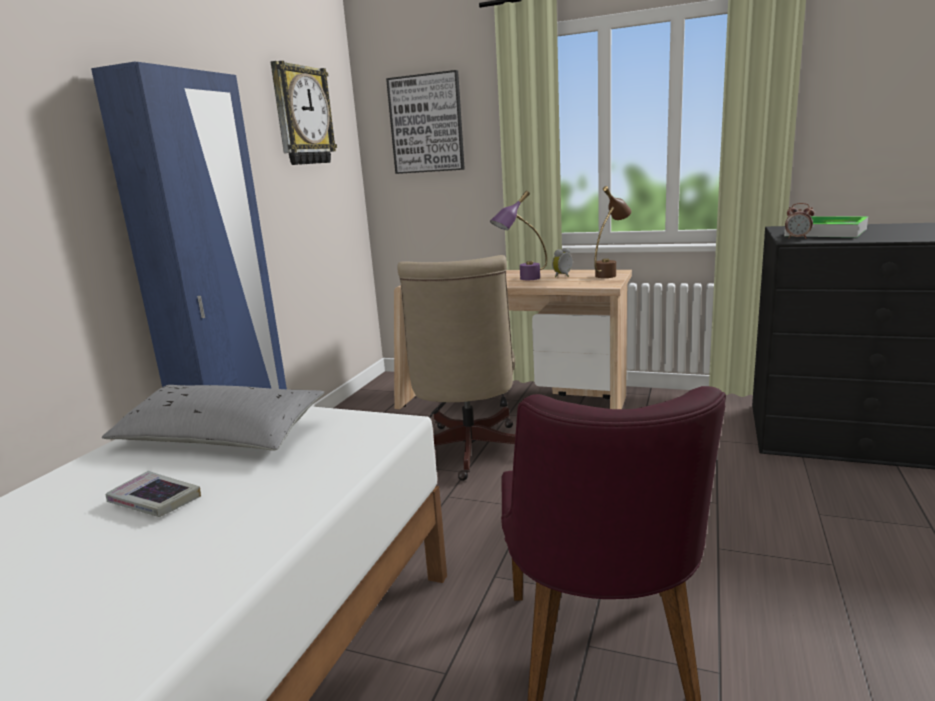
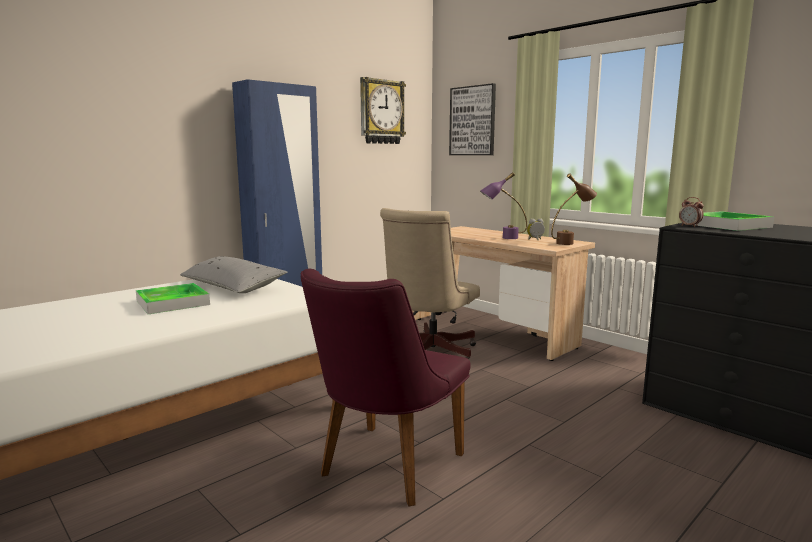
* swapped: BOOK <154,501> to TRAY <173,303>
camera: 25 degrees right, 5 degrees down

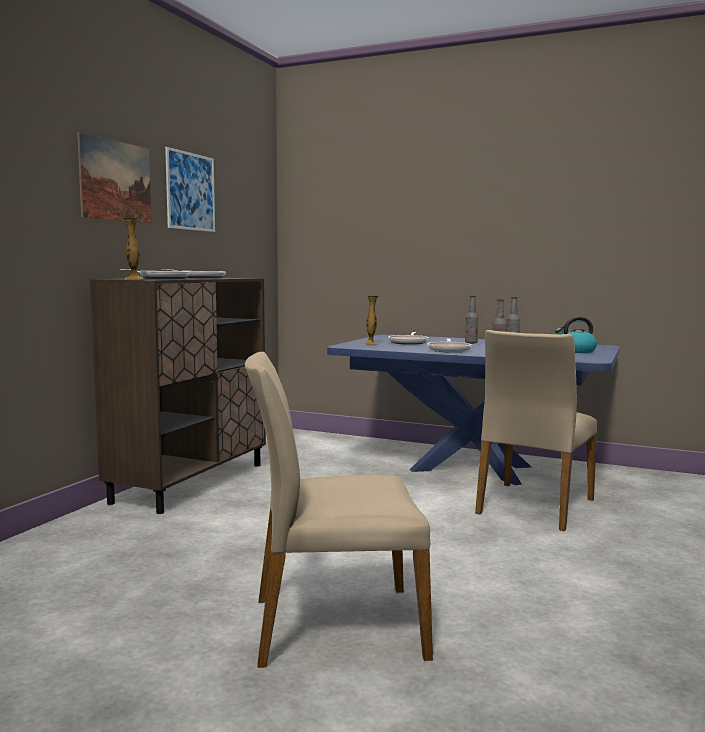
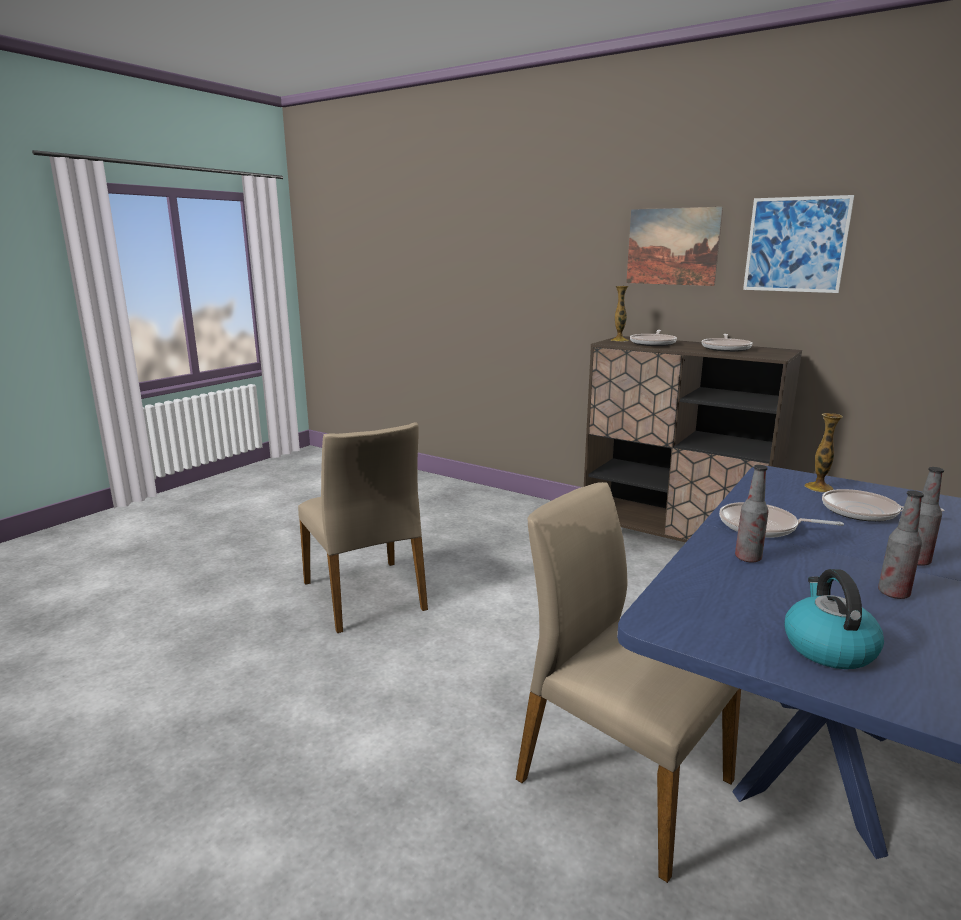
* rotated: BEIGE CHAIR <335,625> = <366,596> 150 degrees clockwise
camera: 100 degrees right, 10 degrees up

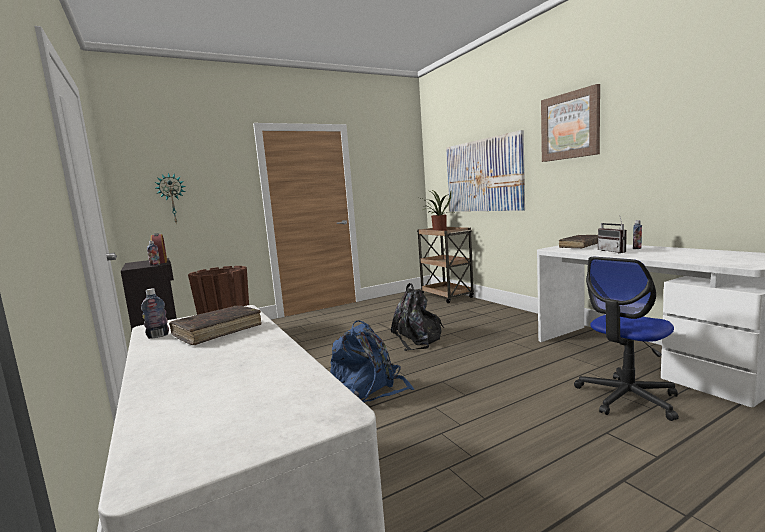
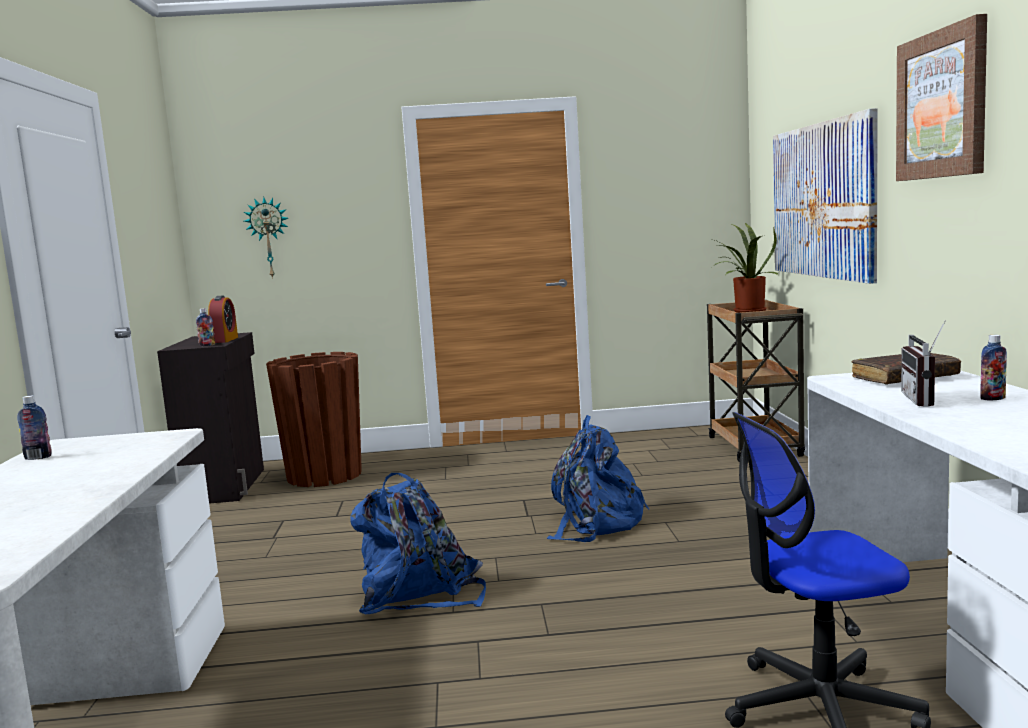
* gone: BROWN BOOK <218,331>
* repainted: BLACK BACKPACK <417,339> to BLUE BACKPACK <595,523>
camera: 25 degrees right, 0 degrees up

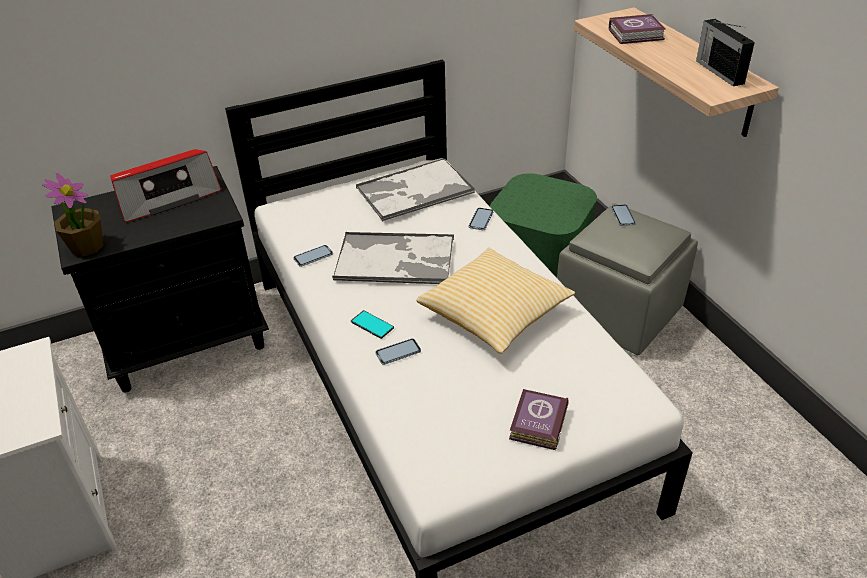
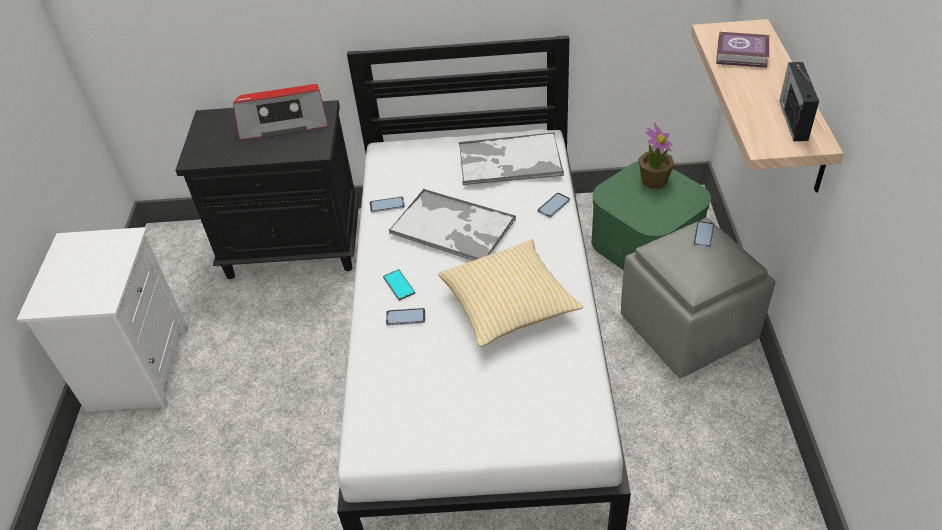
* shifted: POTTED PLANT <87,246> to <653,181>
* gone: BOOK <537,424>
camera: 25 degrees right, 5 degrees up

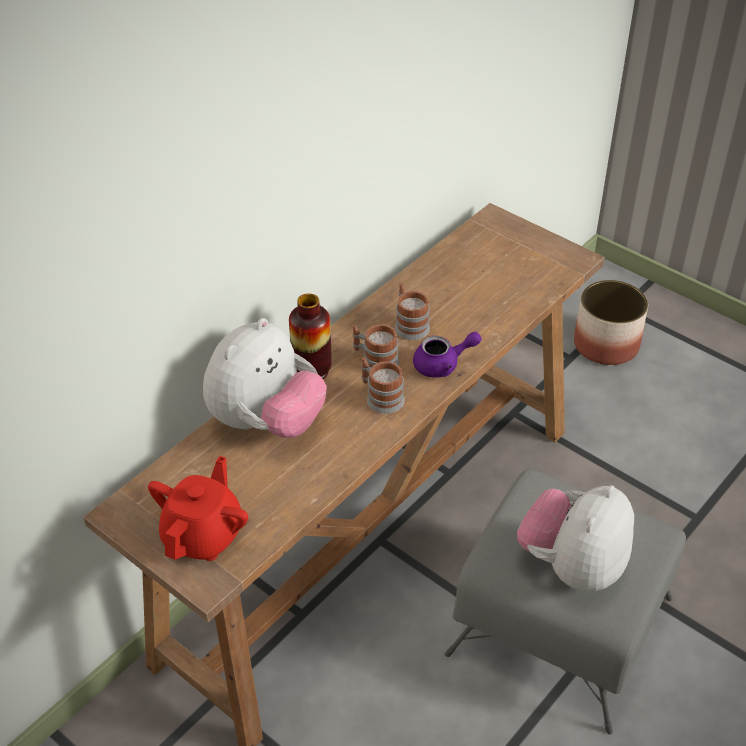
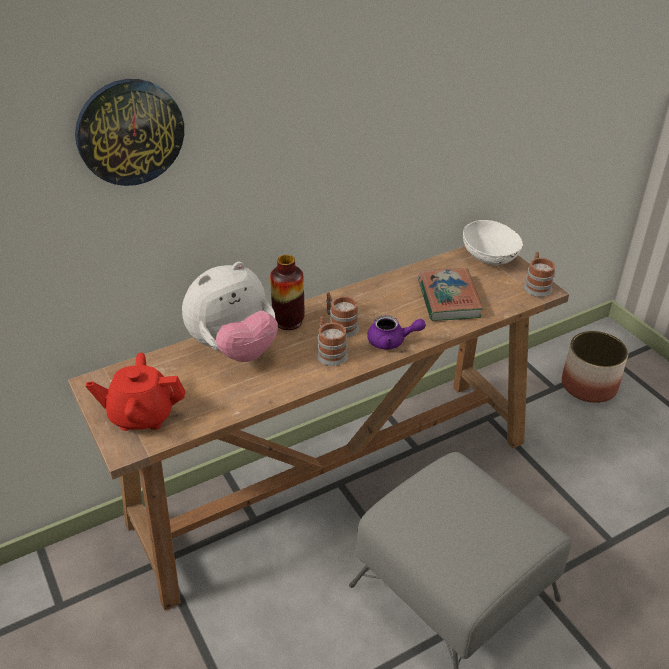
* rotated: RED TEAPOT <203,535> = <142,415> 135 degrees counterclockwise
* shifted: MUG <409,324> to <536,286>
* gone: PLUSH TOY <572,565>
* new: WALL CLOCK <130,132>
* new: BOOK <448,299>
* new: WHITE BOWL <490,257>
camera: 20 degrees right, 5 degrees down

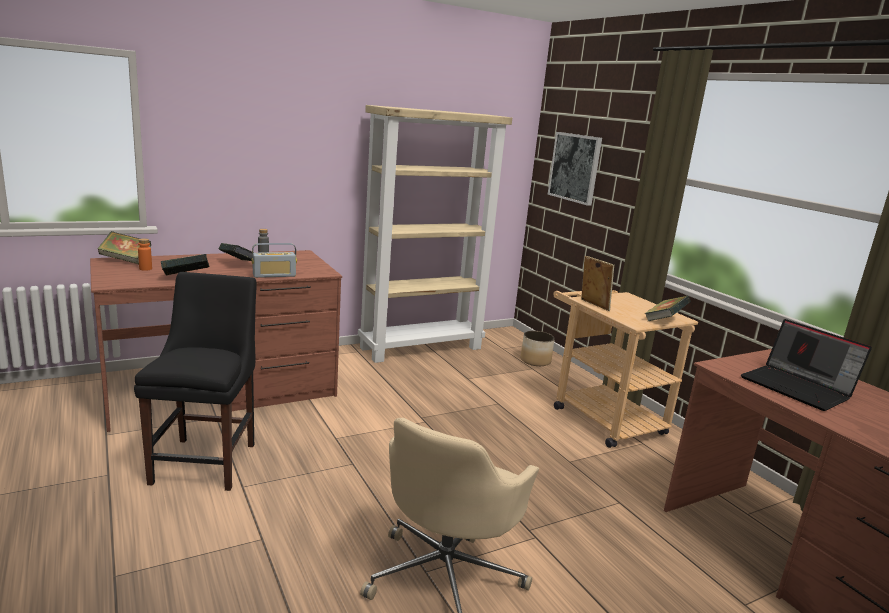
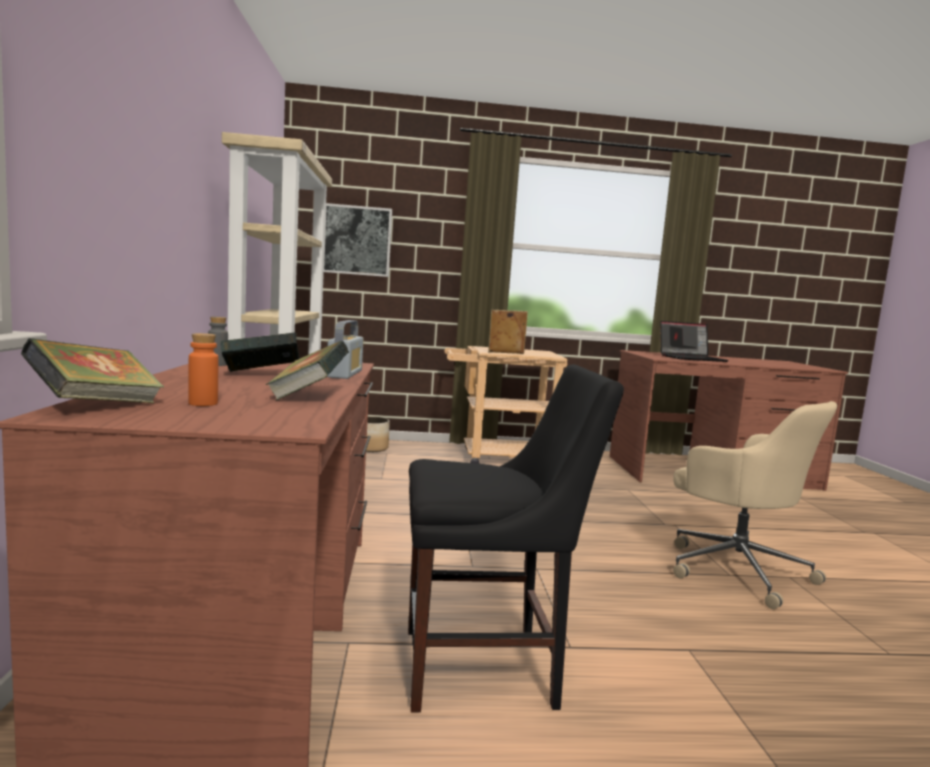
* rotated: BLACK CHAIR <207,460> = <487,667> 150 degrees clockwise
* gone: BOOK <664,321>
camera: 65 degrees left, 10 degrees down

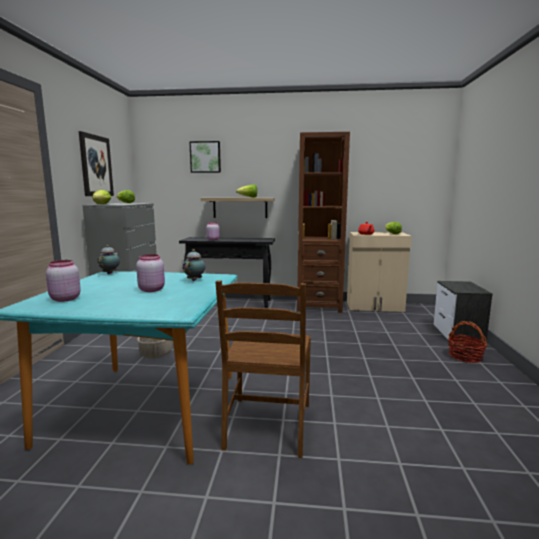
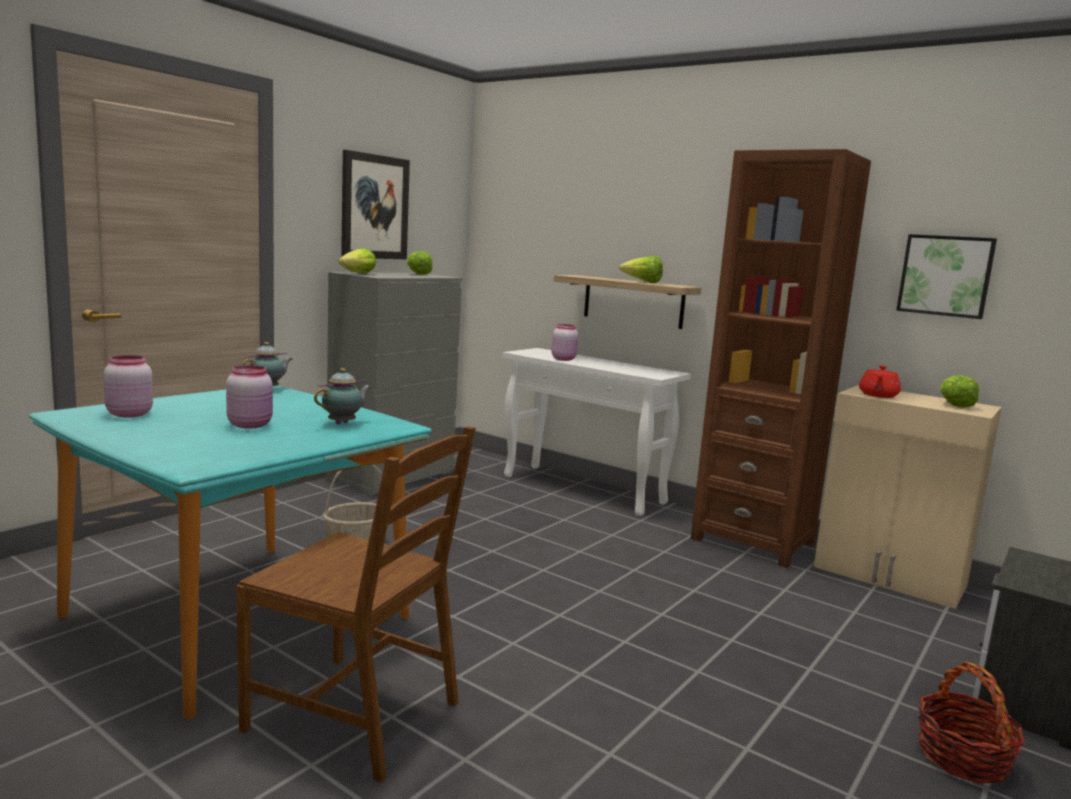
* repainted: BLACK CONSOLE TABLE <230,302> to WHITE CONSOLE TABLE <584,489>
* shifted: PICTURE <205,157> to <945,275>
* rotated: BROWN CHAIR <268,425> = <357,715> 105 degrees counterclockwise
camera: 30 degrees right, 0 degrees up

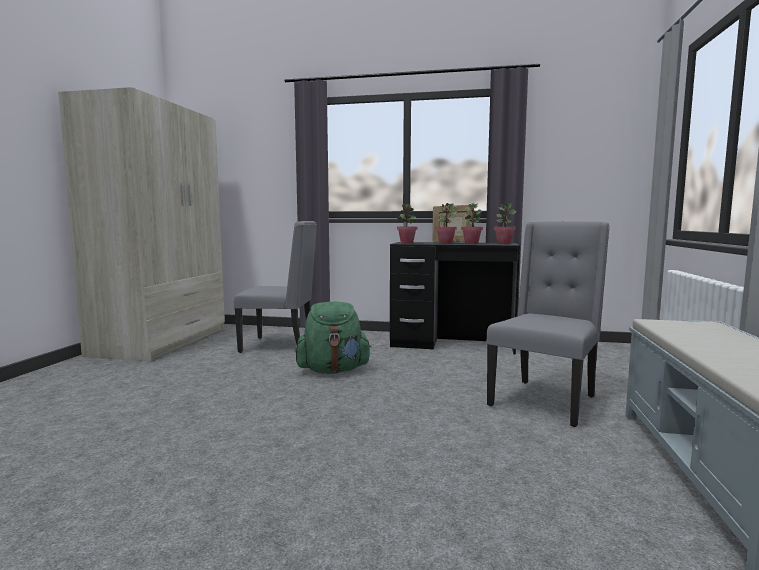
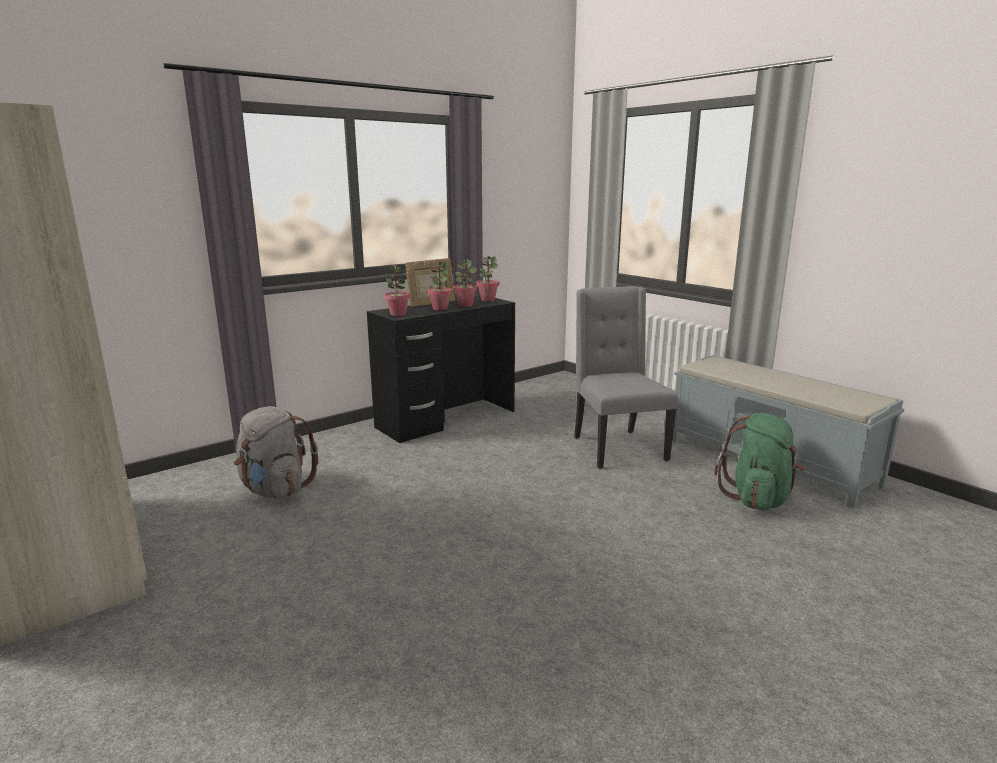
* swapped: GREY CHAIR <280,345> to GREY BACKPACK <275,490>
* shifted: GREEN BACKPACK <333,370> to <758,498>
camera: 50 degrees left, 10 degrees up

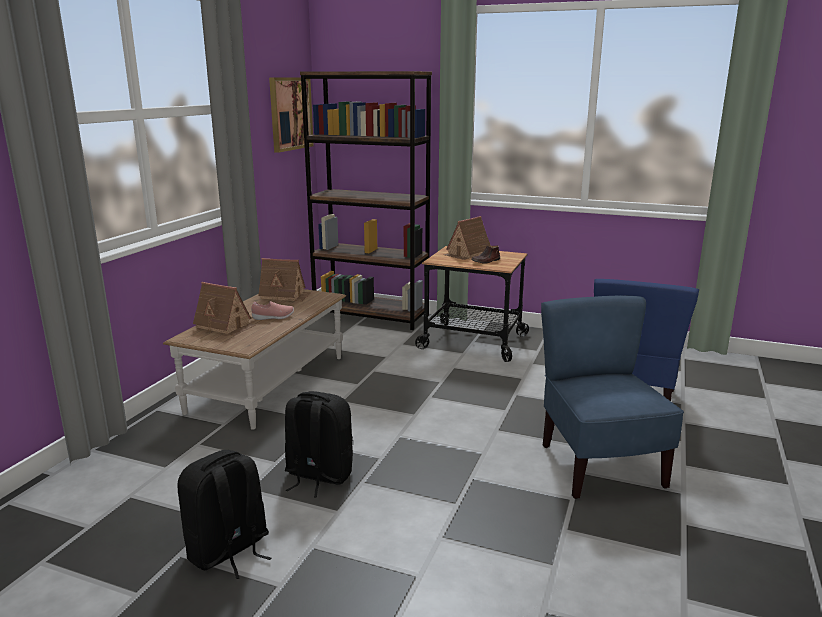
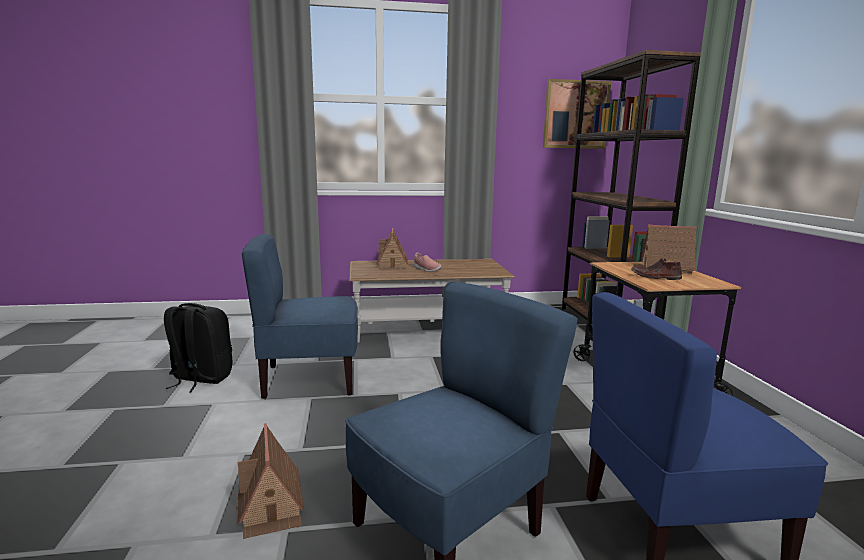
* shifted: TOY HOUSE <285,295> to <271,504>
* swapped: BLACK BACKPACK <318,476> to BLUE CHAIR <309,379>
camera: 60 degrees right, 5 degrees down

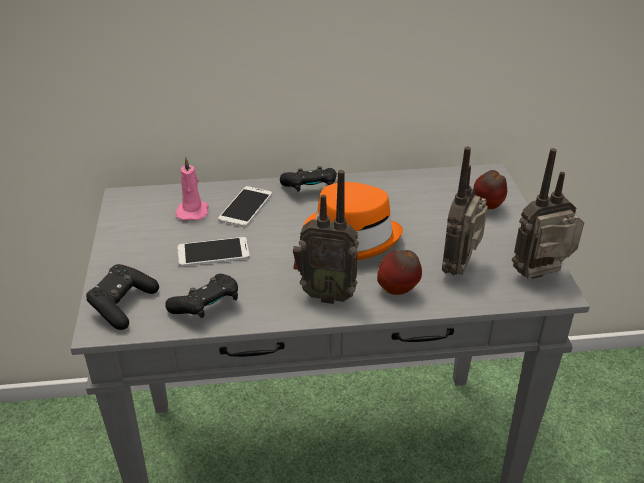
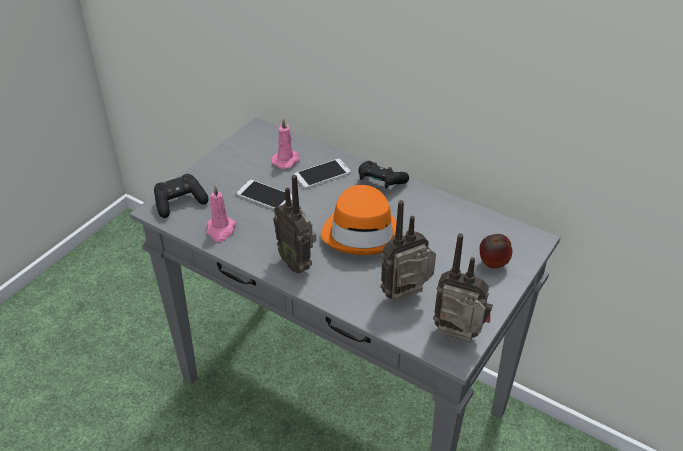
* swapped: BLACK GAME CONTROLLER <207,307> to PINK CANDLE <221,230>
* gone: APPLE <398,291>
camera: 40 degrees right, 5 degrees up

